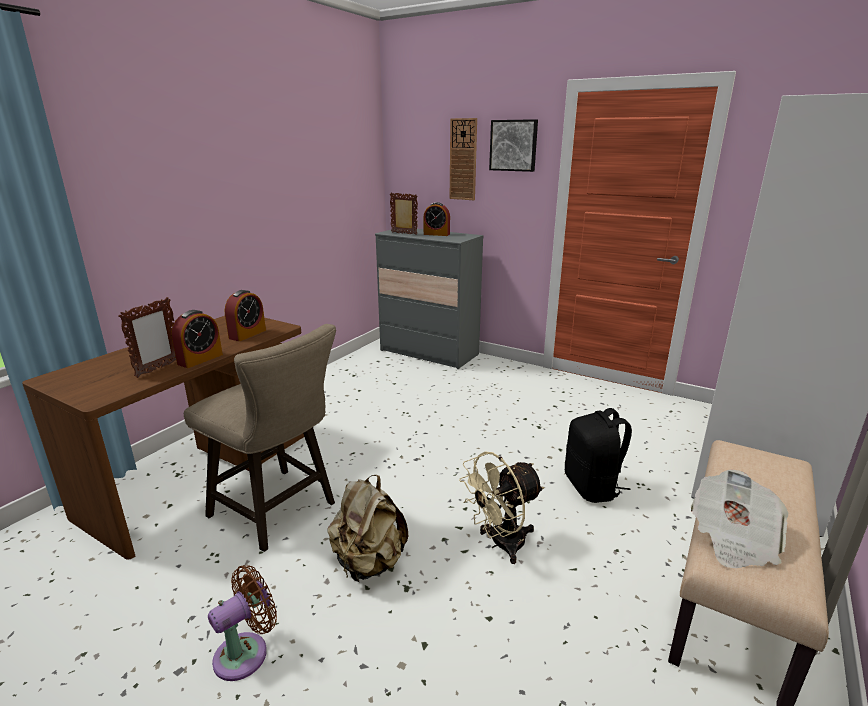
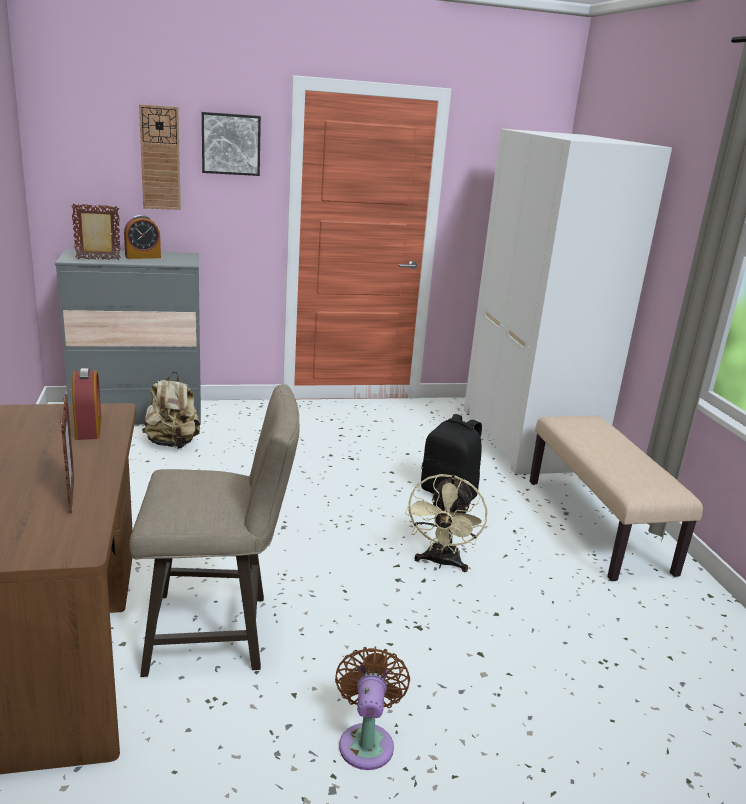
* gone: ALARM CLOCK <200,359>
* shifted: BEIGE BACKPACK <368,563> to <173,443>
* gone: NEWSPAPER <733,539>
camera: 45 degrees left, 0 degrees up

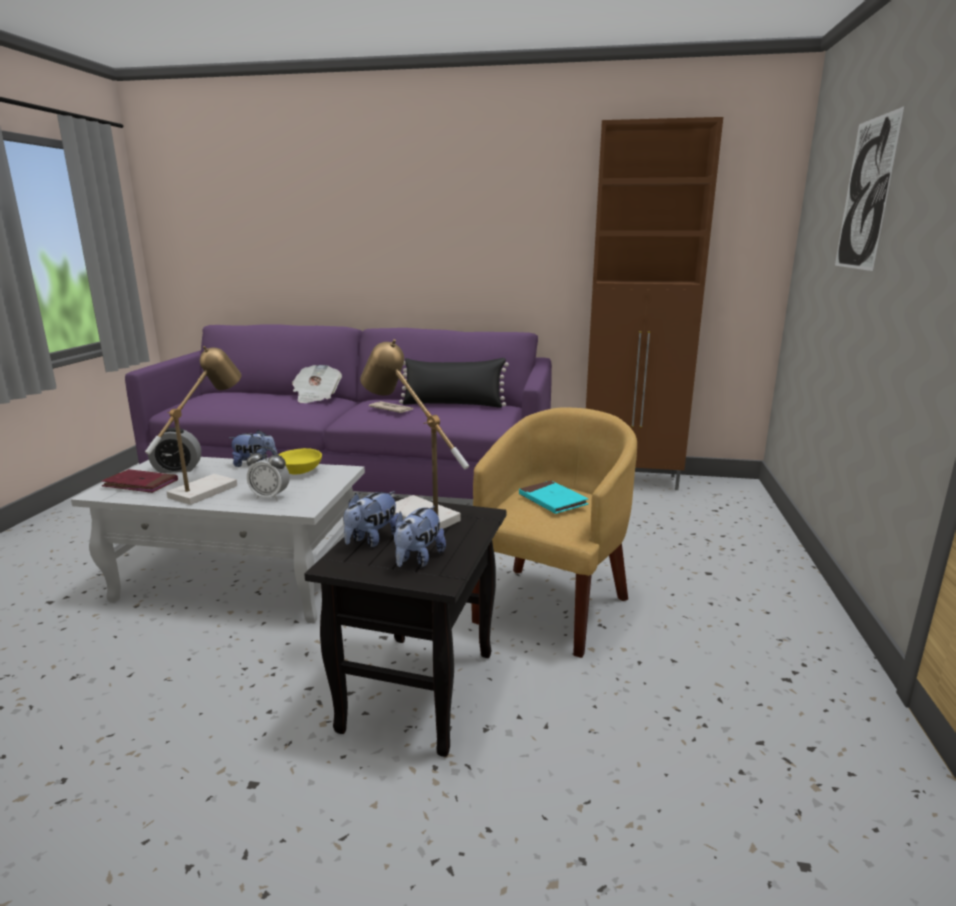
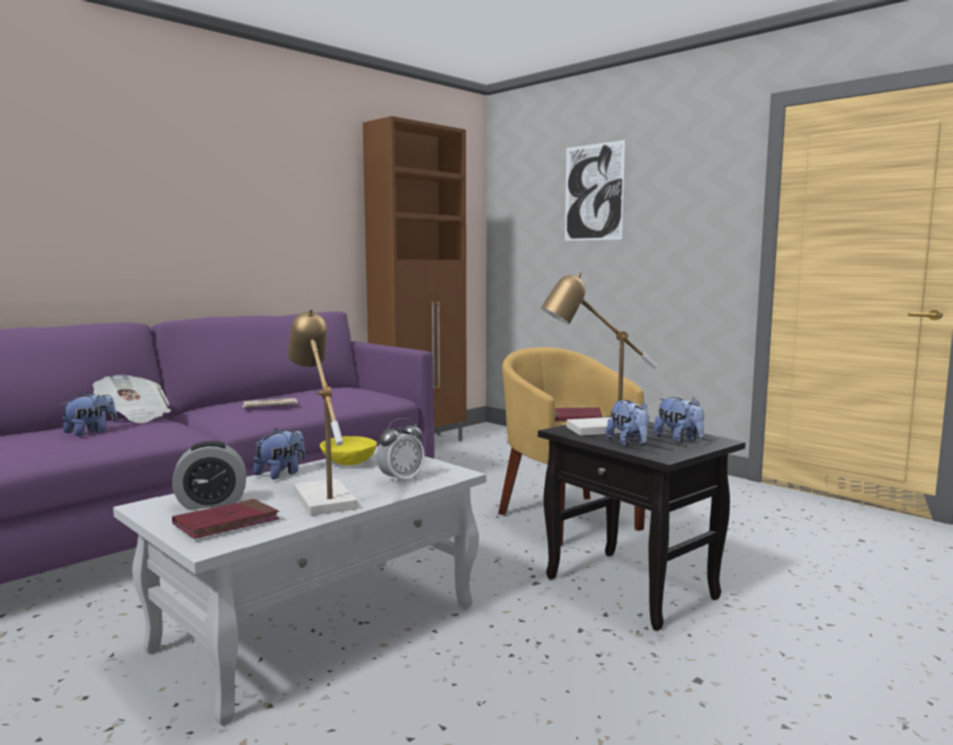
* rotated: ALARM CLOCK <177,469> = <211,503> 45 degrees clockwise
* gone: BLACK PILLOW <453,404>
* repainted: TURQUOISE BOOK <552,500> to RED BOOK <574,418>
* new: PLUSH TOY <91,432>
camera: 55 degrees left, 10 degrees down

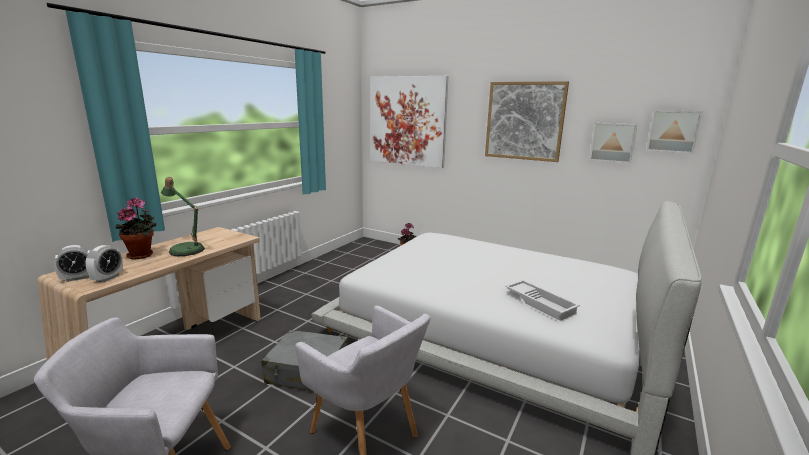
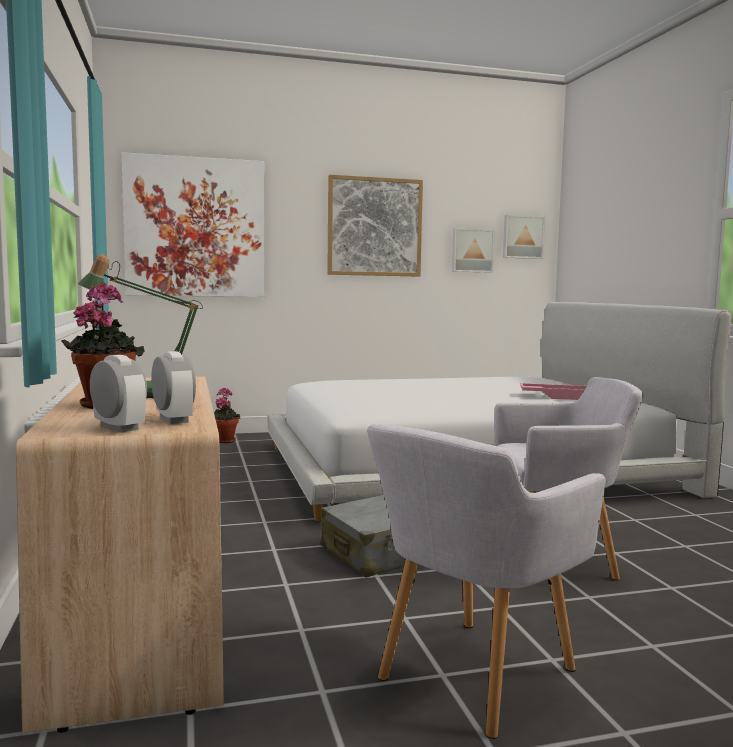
* rotated: ALARM CLOCK <78,278> = <119,428> 60 degrees counterclockwise
* repainted: WHITE TRAY <541,303> to PINK TRAY <559,396>
camera: 45 degrees left, 10 degrees down

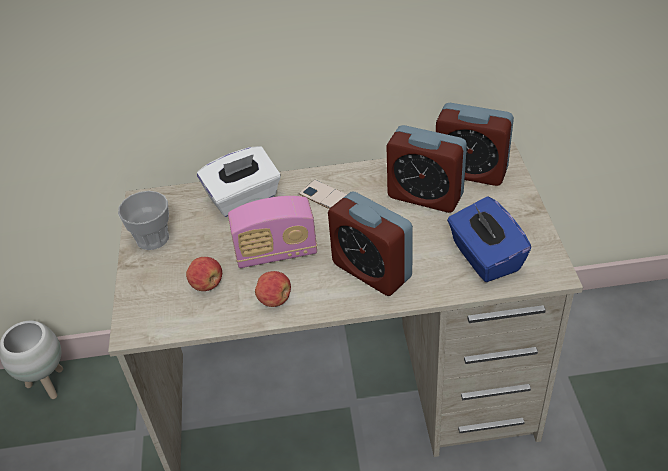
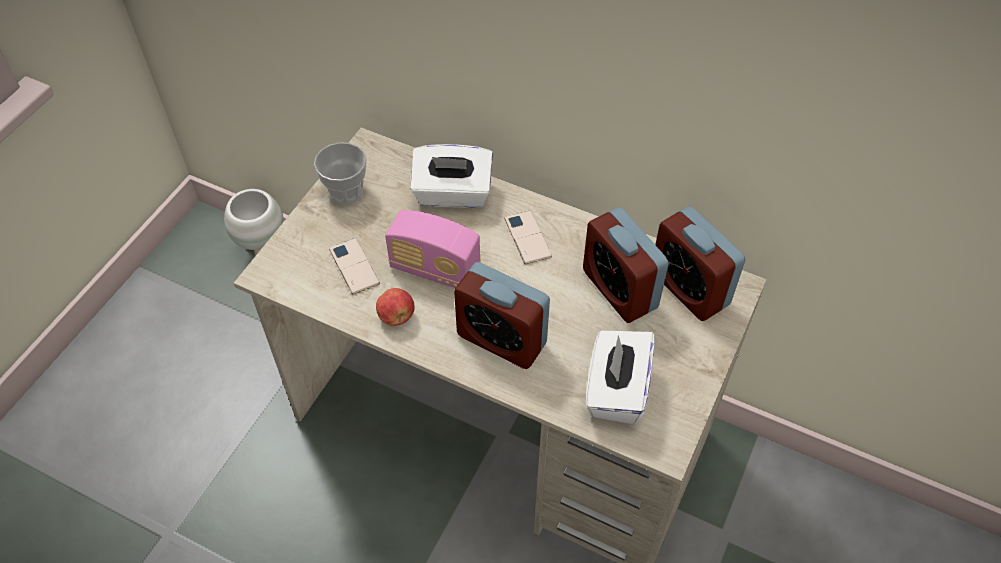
* swapped: APPLE <207,284> to PHONE <354,266>
* rotated: ALARM CLOCK <371,270> = <501,339> 45 degrees counterclockwise
* repainted: BLUE TISSUE BOX <485,257> to WHITE TISSUE BOX <616,390>
camera: 30 degrees right, 10 degrees up

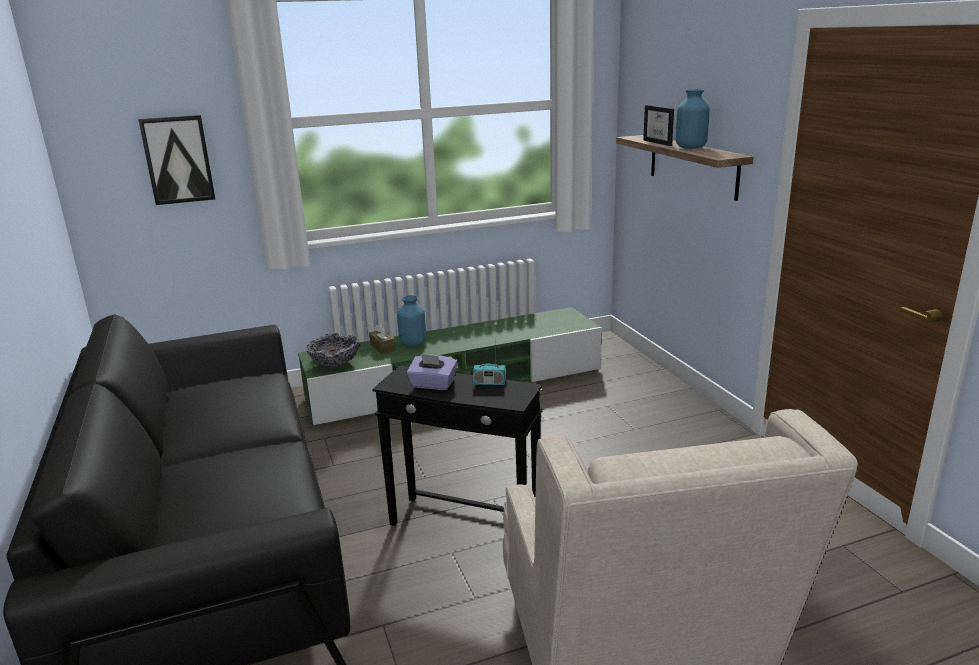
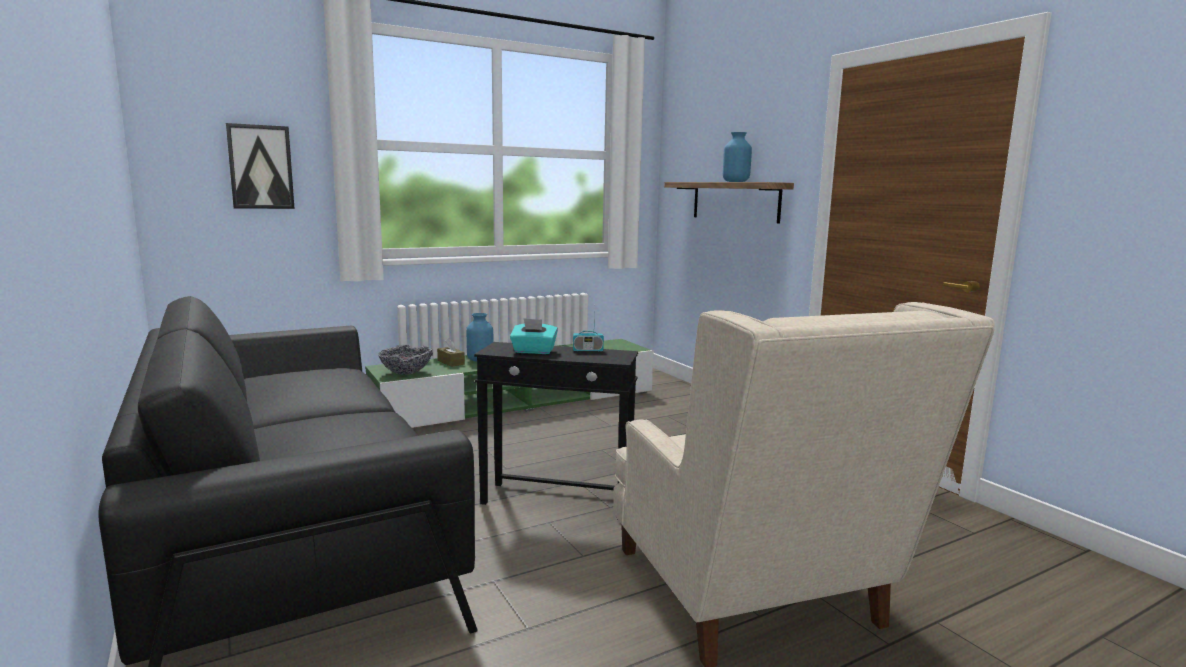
* repainted: PURPLE TISSUE BOX <433,385> to TURQUOISE TISSUE BOX <533,351>
* gone: PICTURE FRAME <662,143>
camera: 10 degrees left, 10 degrees down

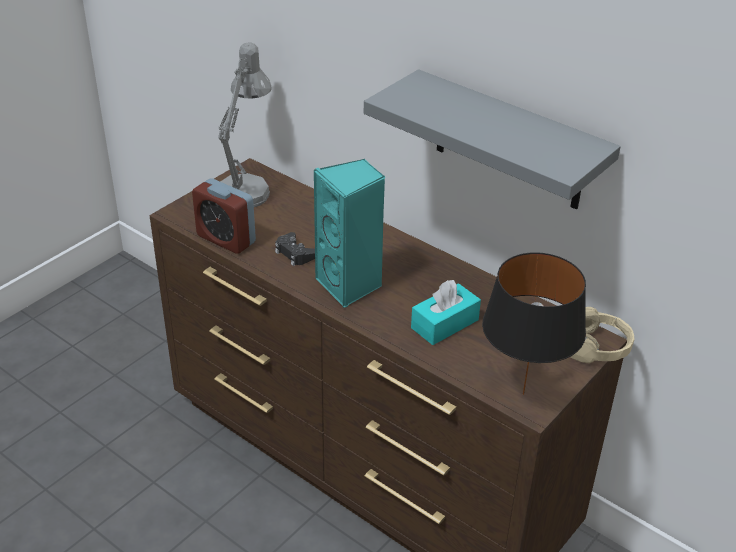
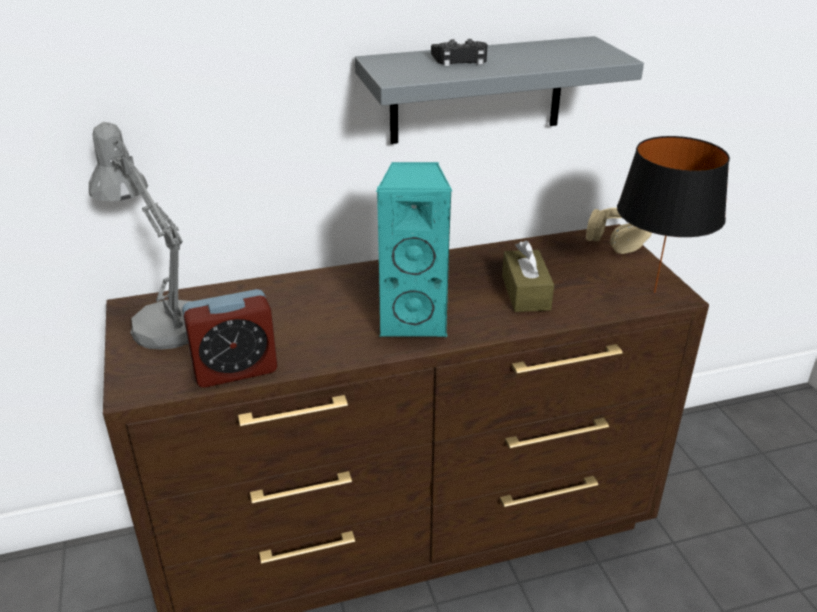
* shifted: BLACK GAME CONTROLLER <295,253> to <460,60>
* repainted: TURQUOISE TISSUE BOX <444,324> to BROWN TISSUE BOX <525,292>
camera: 55 degrees left, 5 degrees down

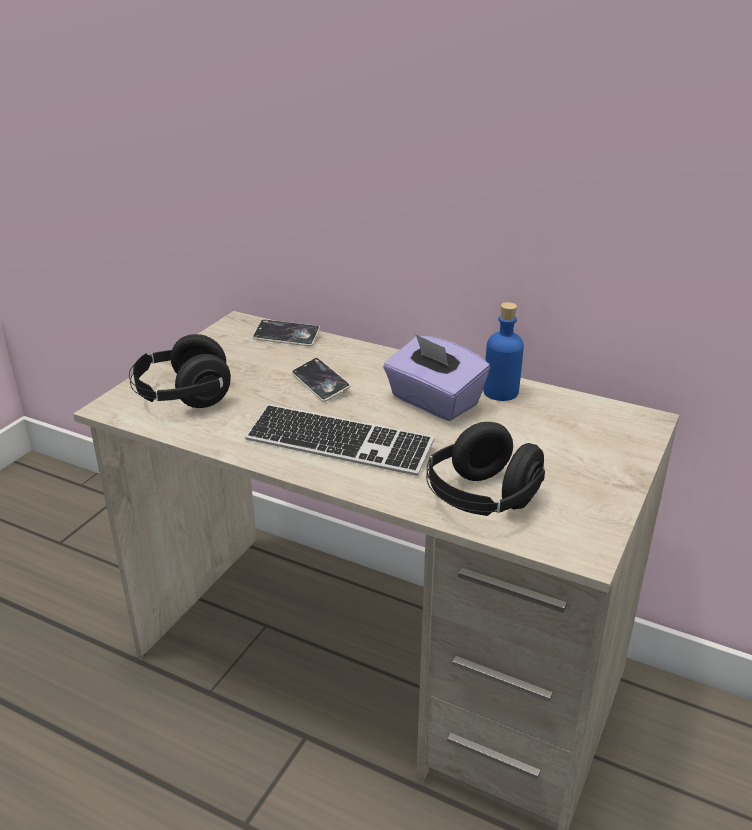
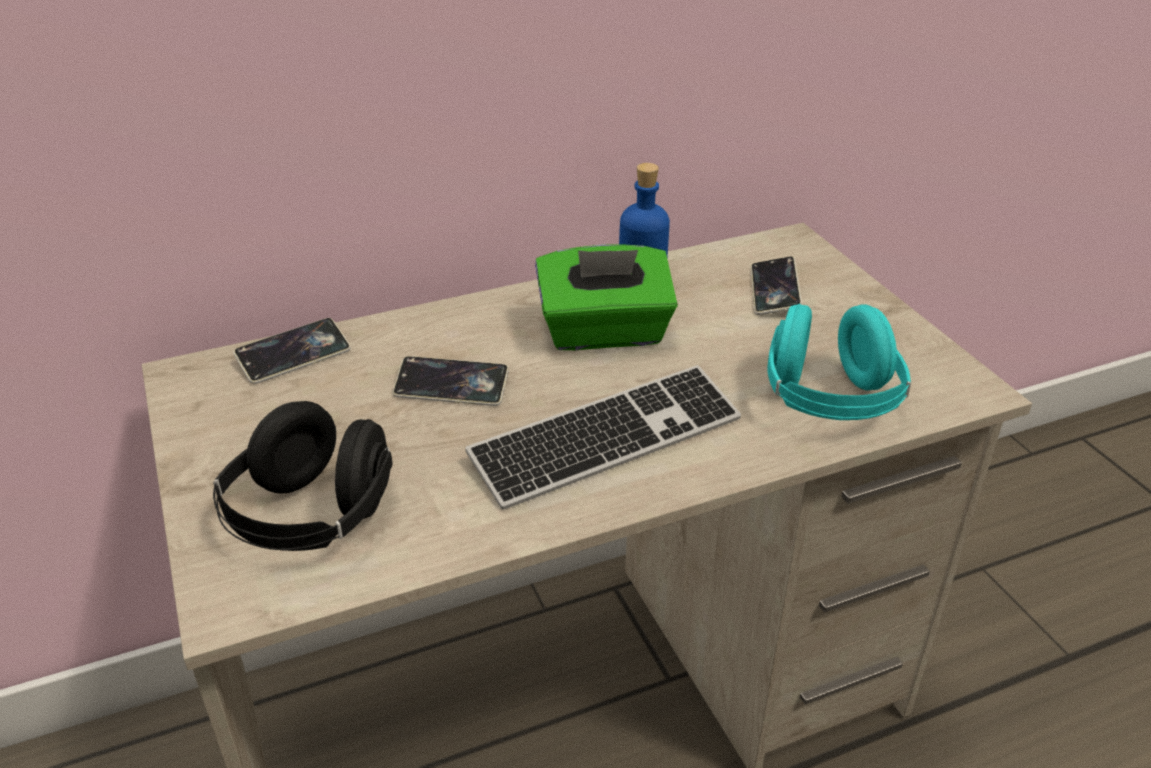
* repainted: PURPLE TISSUE BOX <433,402> to GREEN TISSUE BOX <604,333>
* repainted: BLACK HEADPHONES <482,500> to TURQUOISE HEADPHONES <829,401>
* new: PHONE <774,291>
camera: 50 degrees left, 5 degrees up

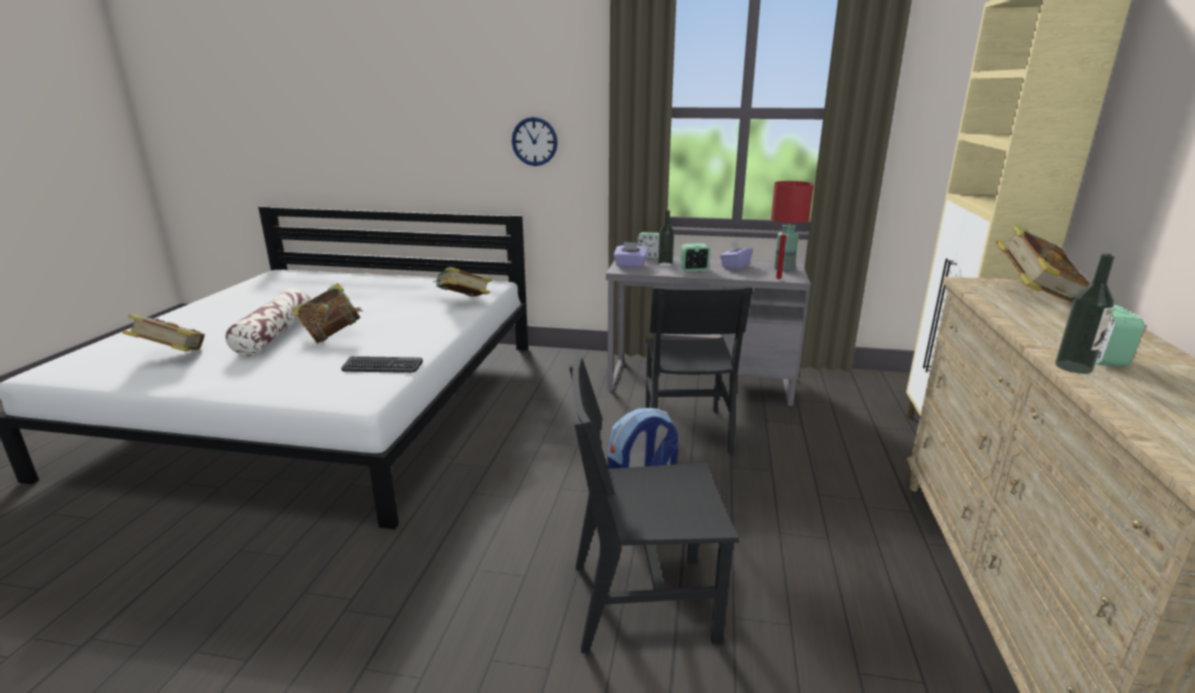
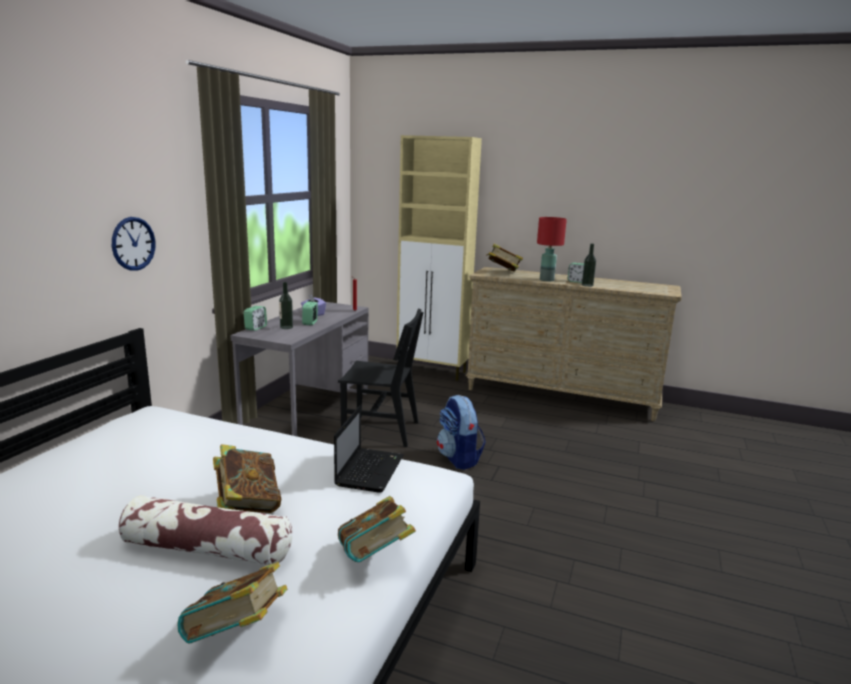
* swapped: KEYBOARD <382,366> to LAPTOP <370,470>
* shifted: BOOK <463,302> to <375,557>
* gone: BLACK CHAIR <643,602>
* gone: PURPLE TISSUE BOX <630,266>
* shifted: RED TABLE LAMP <784,269> to <547,280>
camera: 80 degrees left, 5 degrees down

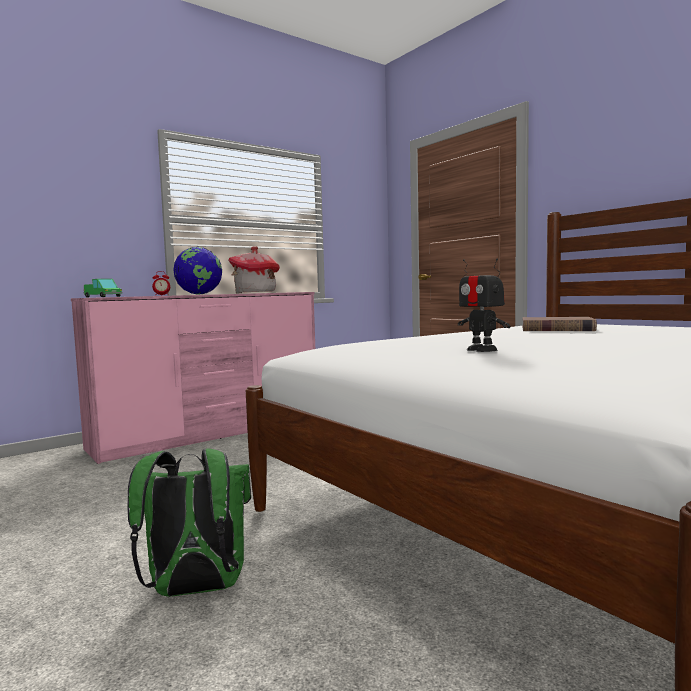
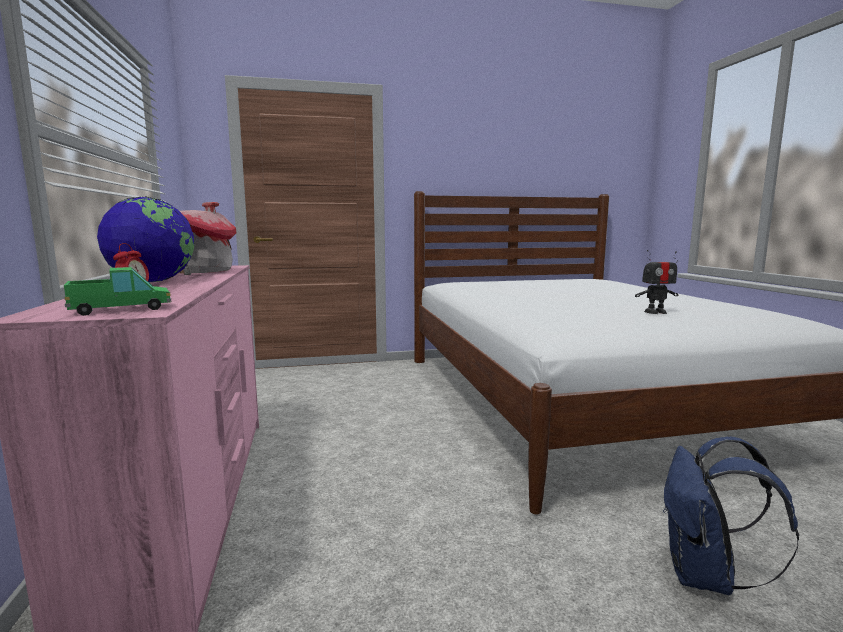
* repainted: GREEN BACKPACK <195,590> to BLUE BACKPACK <705,576>
* gone: BROWN BOOK <557,329>
camera: 65 degrees left, 5 degrees up

